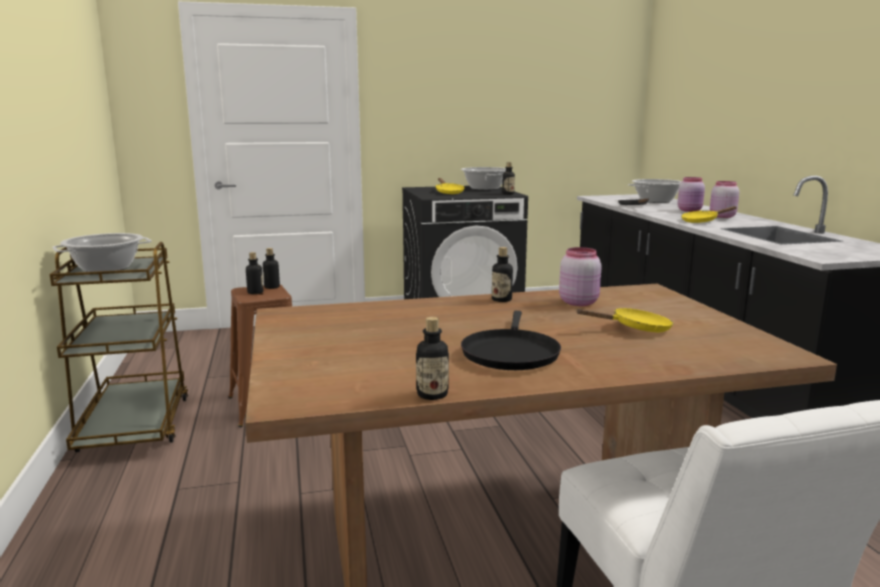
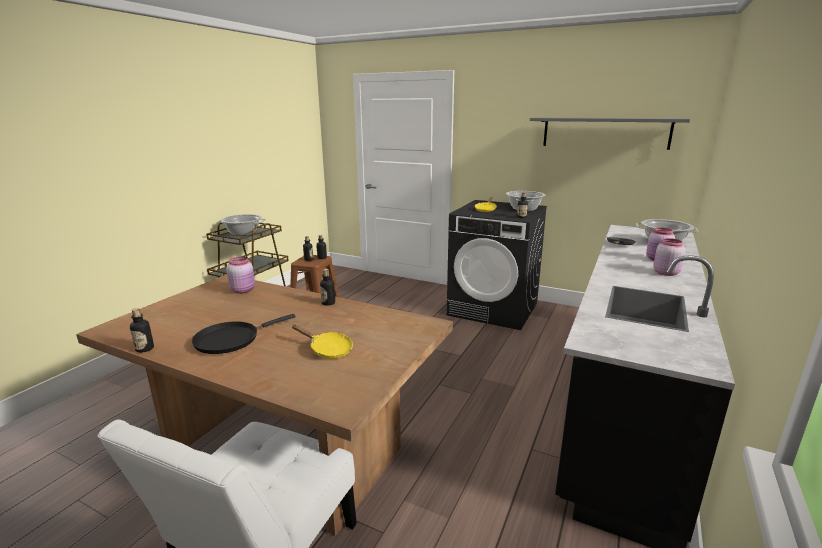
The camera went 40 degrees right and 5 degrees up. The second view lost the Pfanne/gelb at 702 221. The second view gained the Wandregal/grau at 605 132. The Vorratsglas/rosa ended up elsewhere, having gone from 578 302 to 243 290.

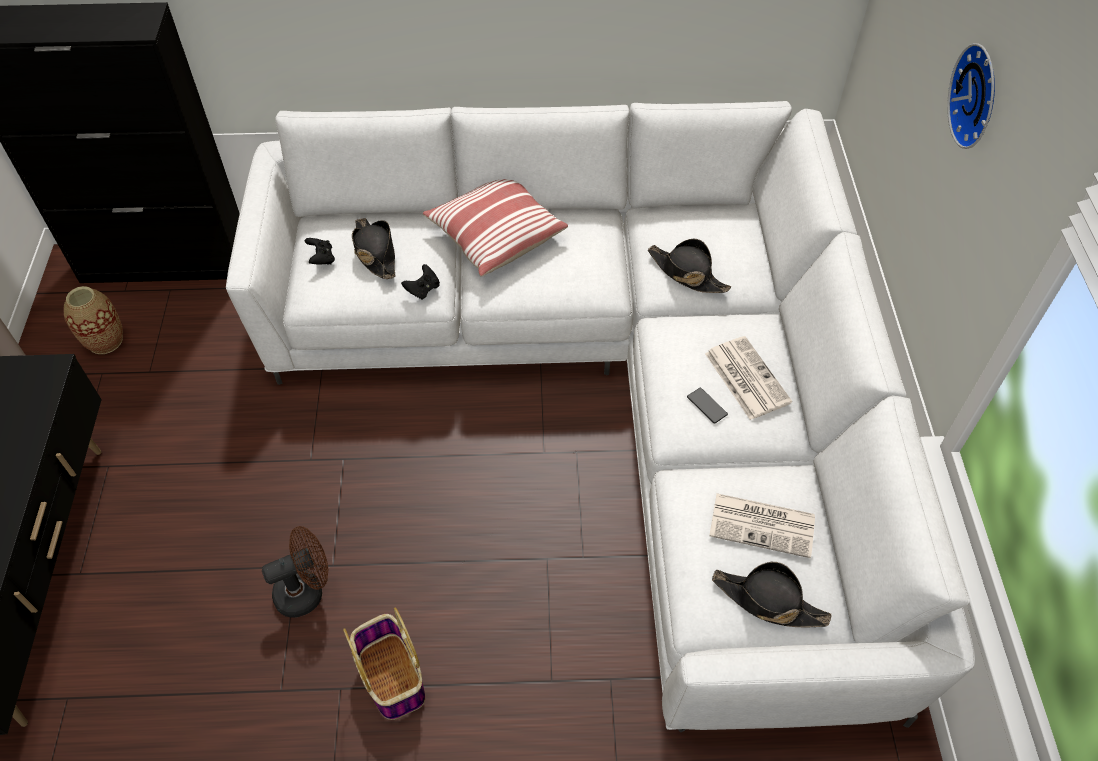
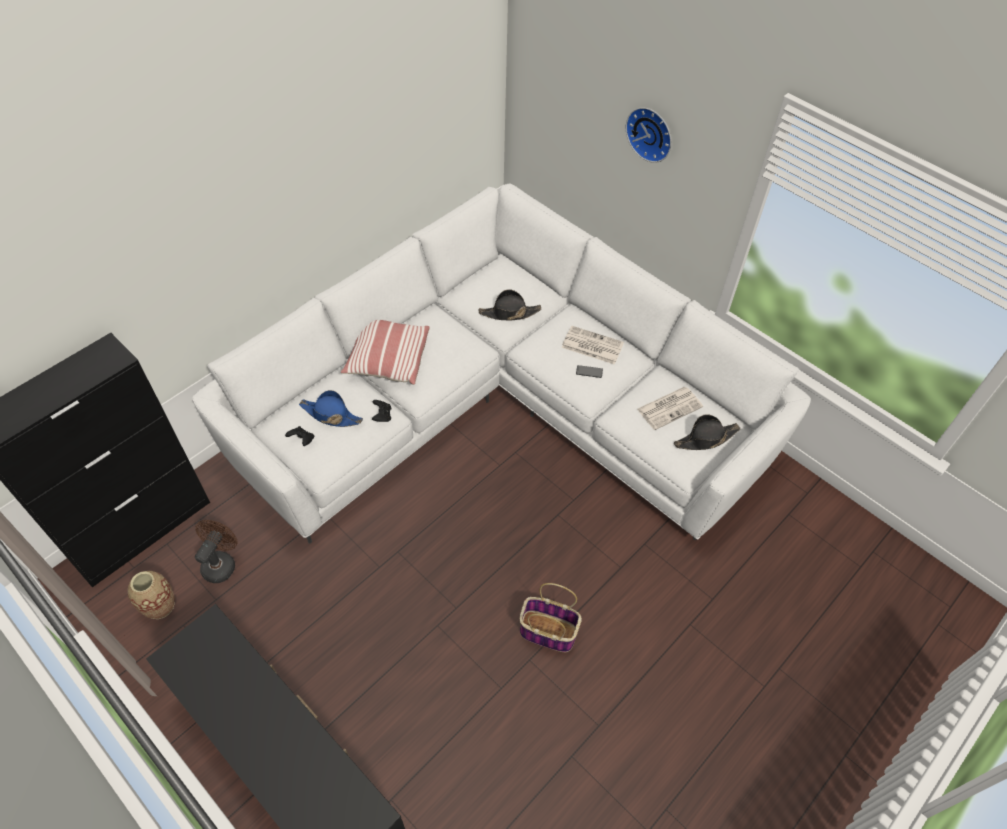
The camera went 45 degrees left and 0 degrees up. The Ventilator/braun ended up elsewhere, having gone from 306 591 to 221 563. What was the Hut/schwarz at 375 253 turned into the Hut/blau at 331 415.

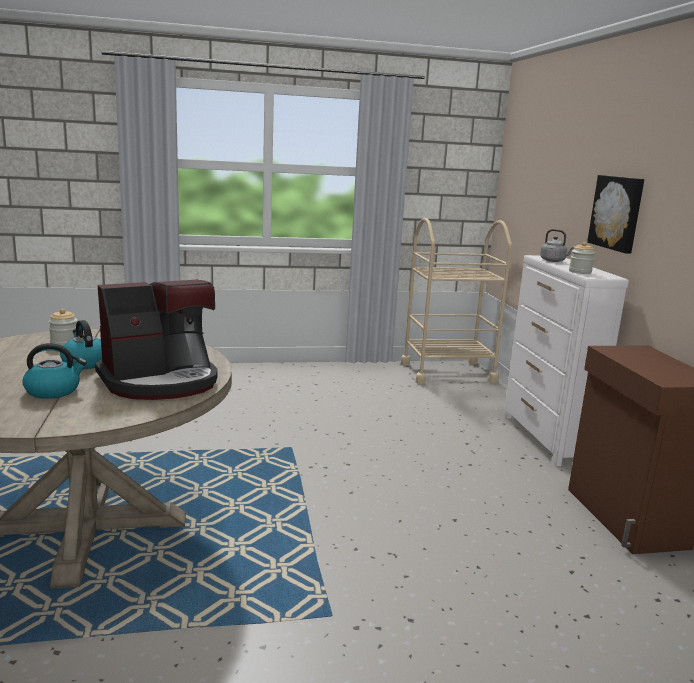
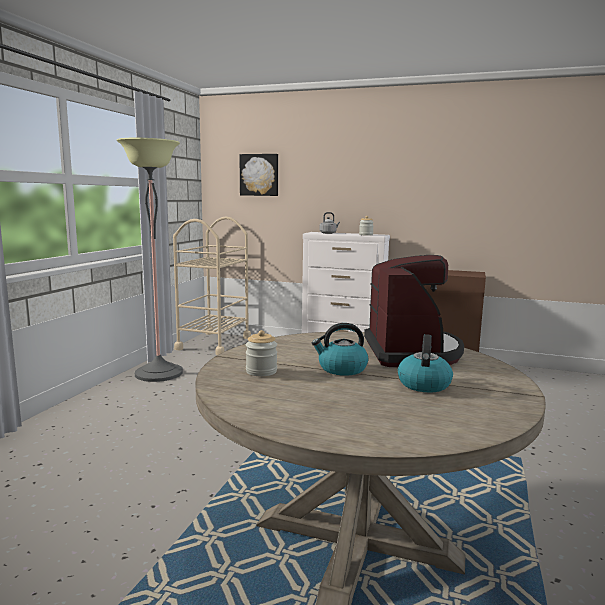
The camera went 60 degrees left and 5 degrees down. The second view gained the Stehlampe at 159 373. The Bild ended up elsewhere, having gone from 617 213 to 259 175.

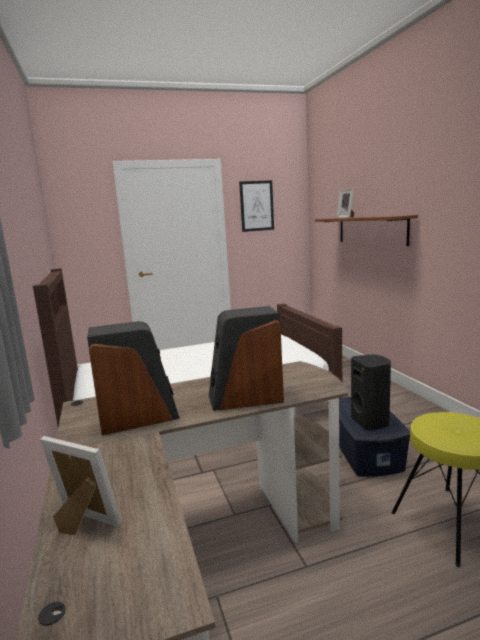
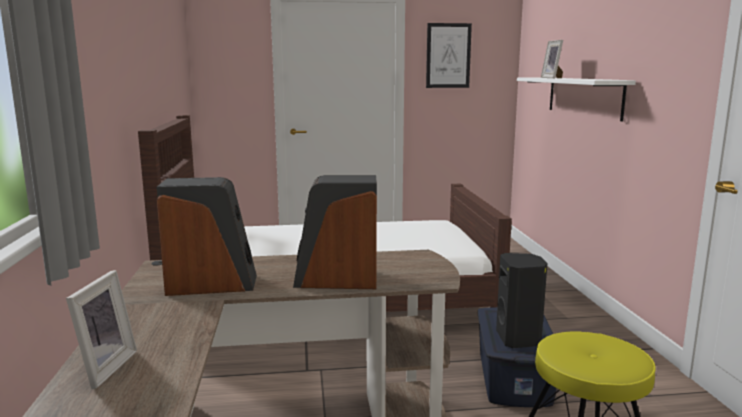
The camera went 10 degrees right and 0 degrees up. What was the Wandregal/braun at 371 230 turned into the Wandregal/weiß at 583 96. The Bilderrahmen at 82 525 ended up facing another way, 60 degrees clockwise from before.

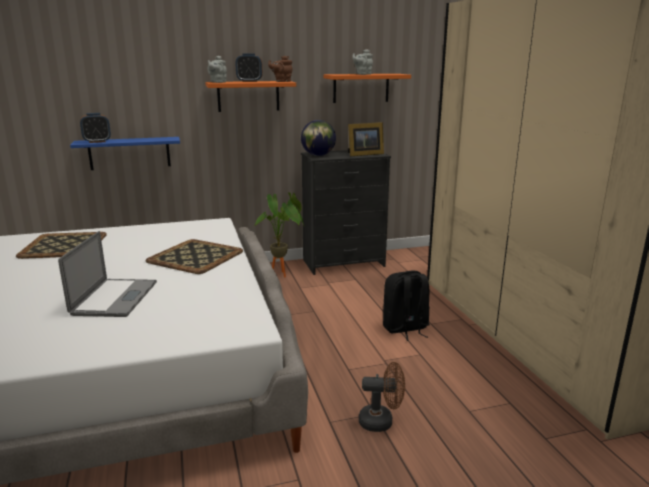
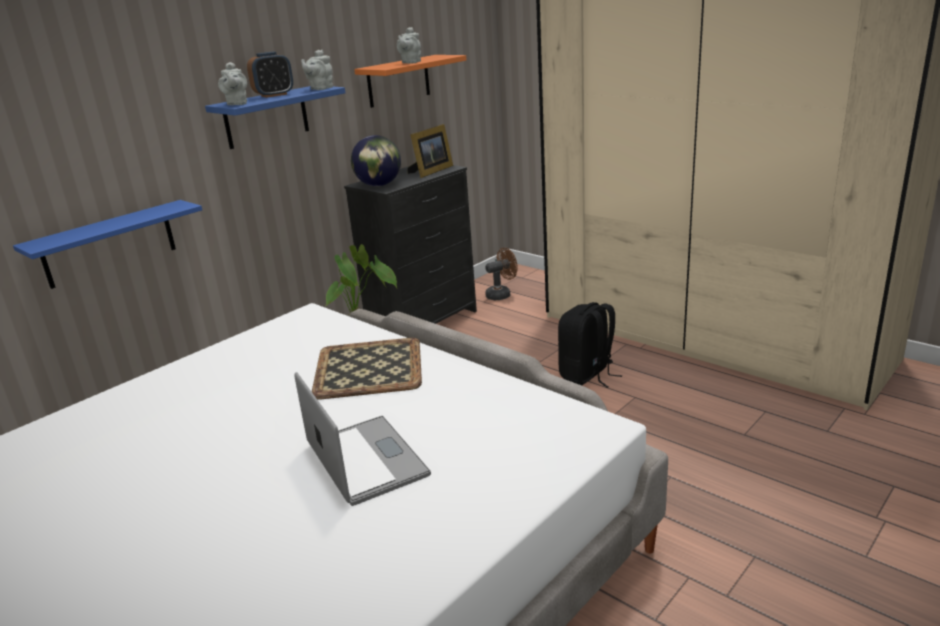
The camera went 30 degrees left and 5 degrees up. The second view lost the Tablett at 64 246. The second view lost the Wecker at 97 141. The Ventilator/braun ended up elsewhere, having gone from 381 421 to 501 294. What was the Wandregal/orange at 248 96 turned into the Wandregal/blau at 266 117. What was the Teekanne/braun at 282 81 turned into the Teekanne/grau at 320 88.

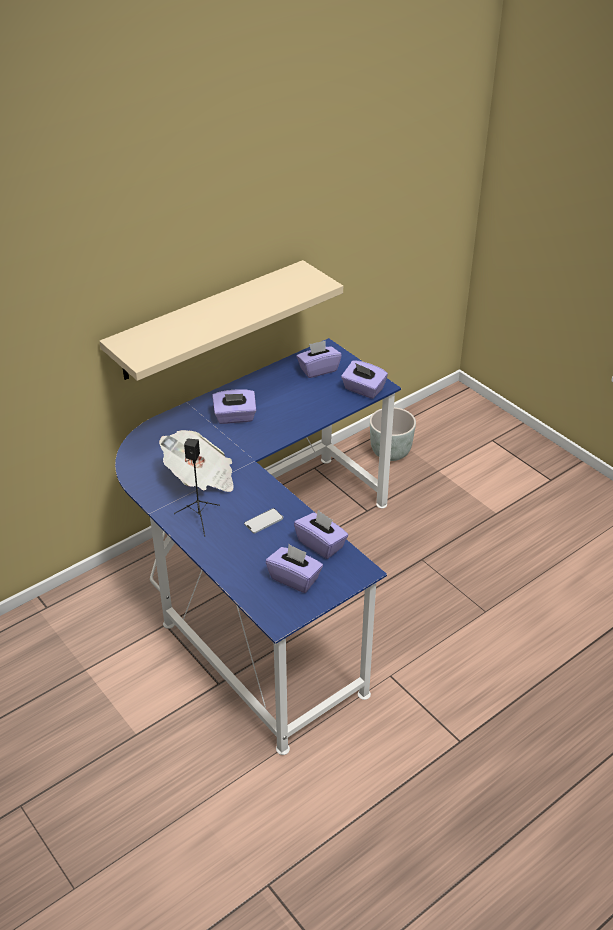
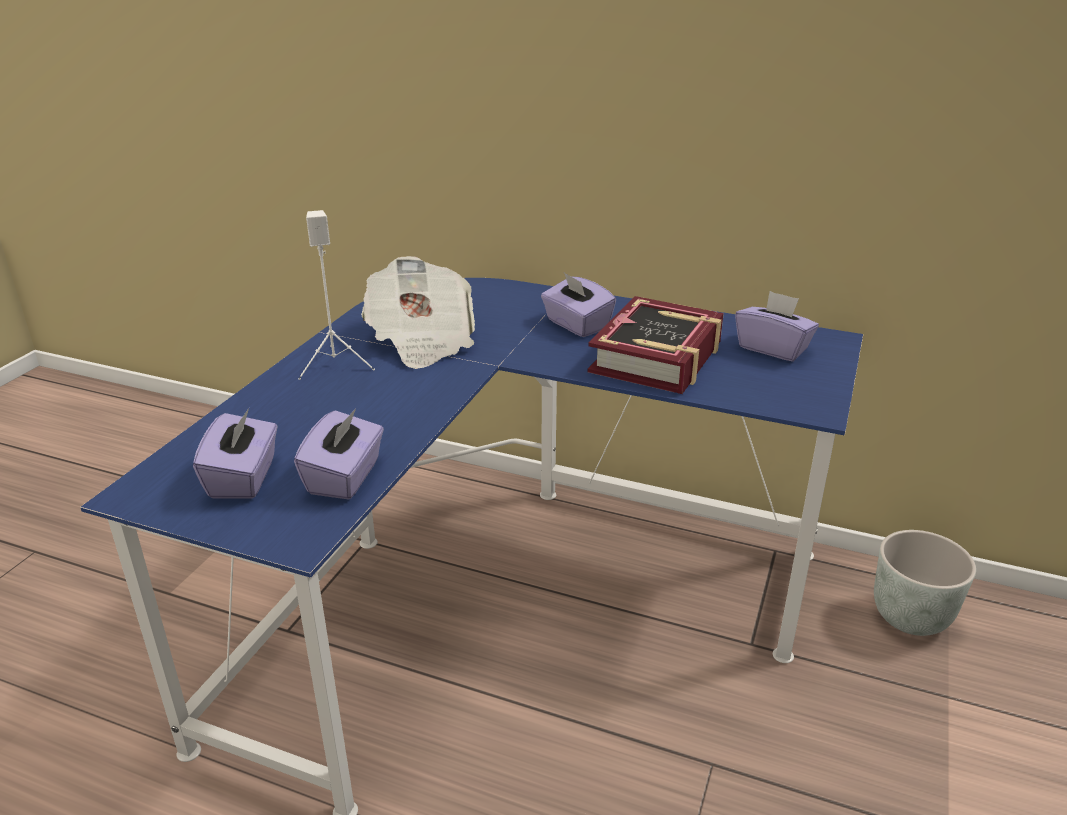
The camera went 60 degrees right and 10 degrees down. The second view lost the Wandregal/beige at 208 320. The second view lost the Handy at 263 521. The second view lost the Taschentuchbox/lila at 363 389. The second view gained the Buch at 657 357. What was the Lautsprecher/schwarz at 199 517 turned into the Lautsprecher/weiß at 336 364.

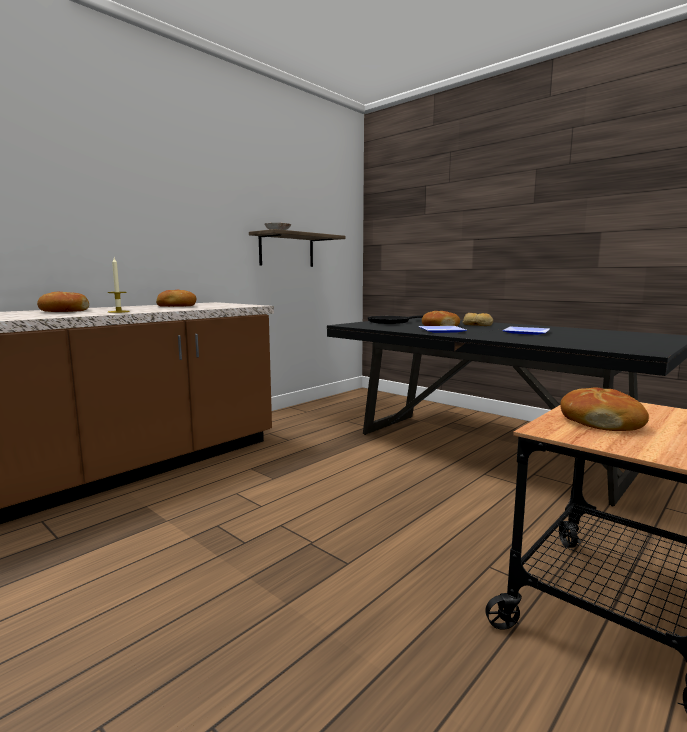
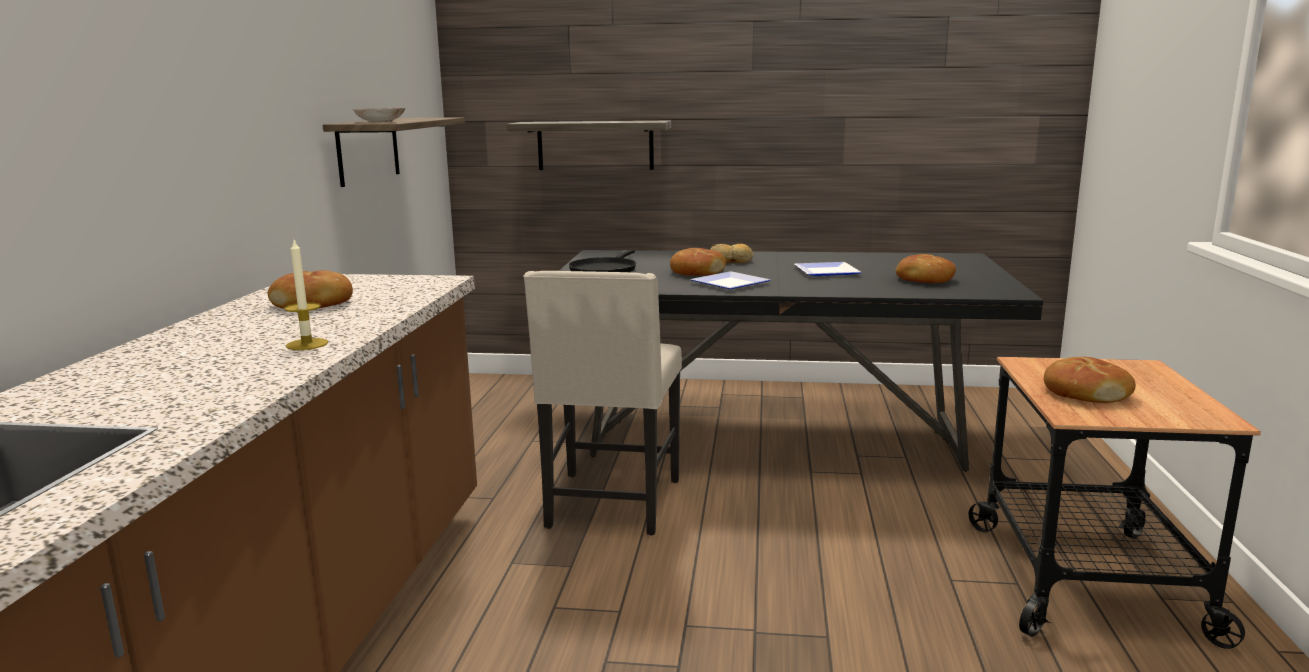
The camera went 35 degrees left and 5 degrees up. The second view gained the Wandregal at 595 145. The second view gained the Stuhl/beige at 611 505. The Brot ended up elsewhere, having gone from 64 311 to 924 279.

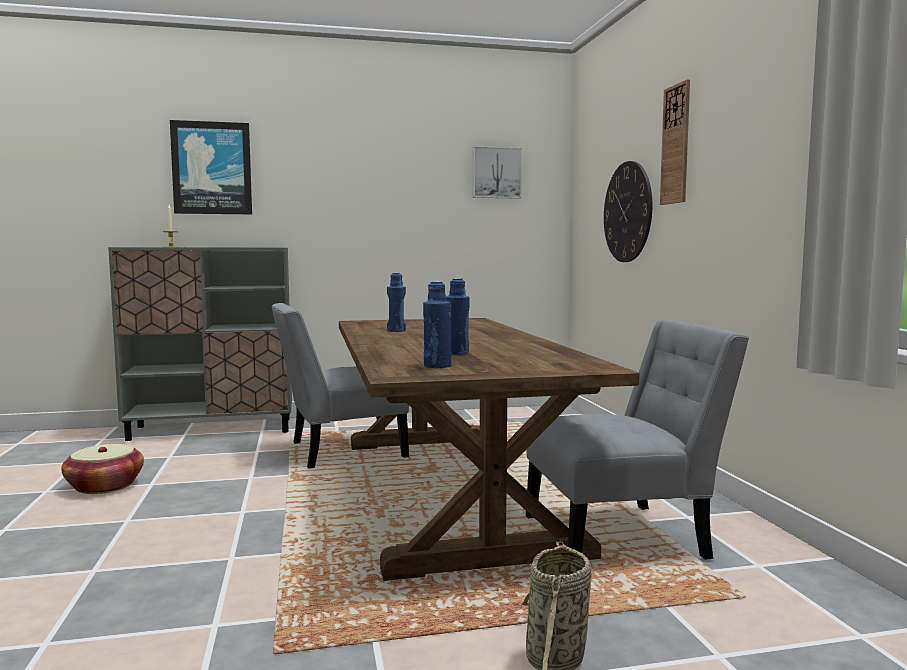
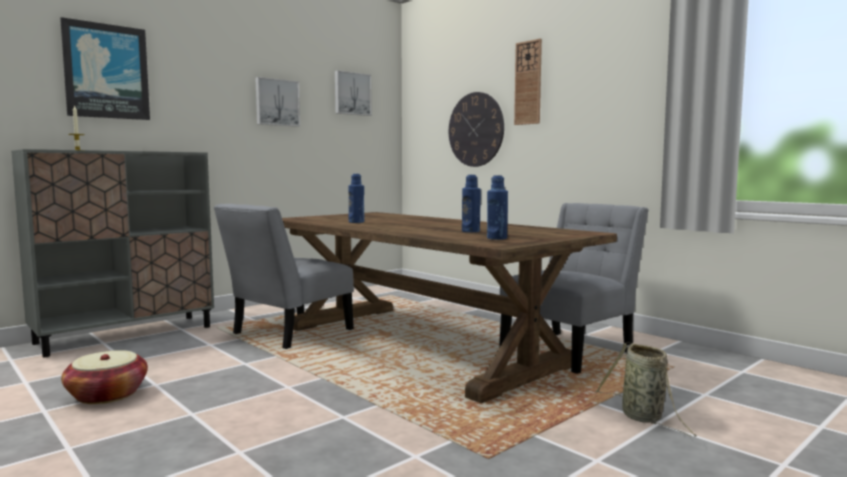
The camera went 30 degrees left and 0 degrees up. The second view gained the Bild at 277 102.

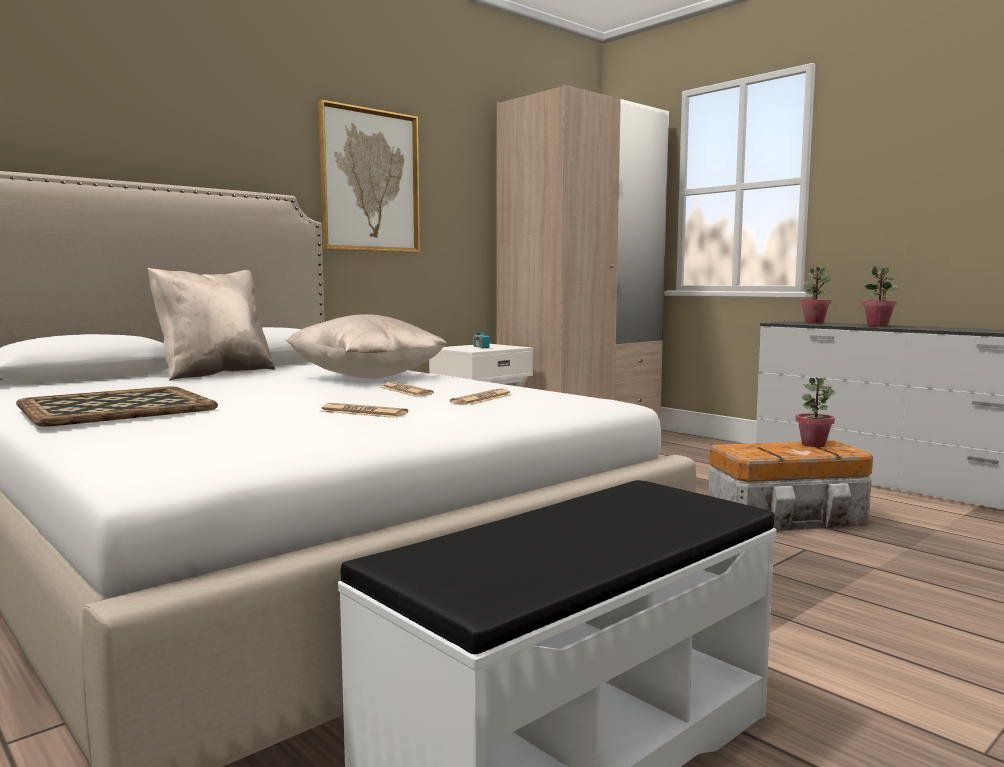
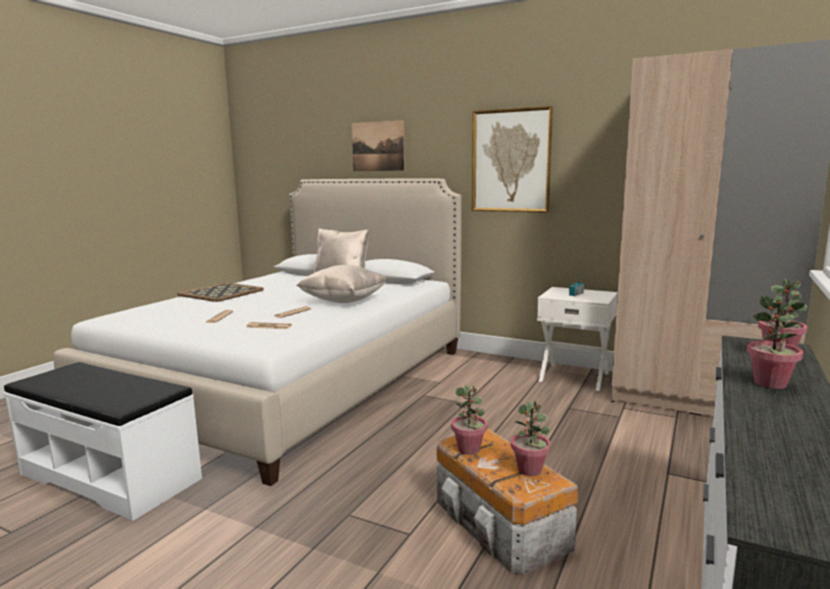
The camera went 70 degrees right and 5 degrees up. The second view gained the Bild at 378 146. The second view gained the Topfpflanze at 469 449.

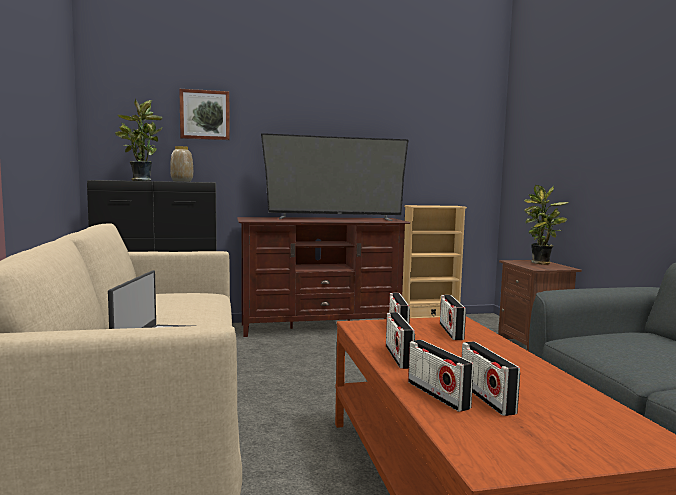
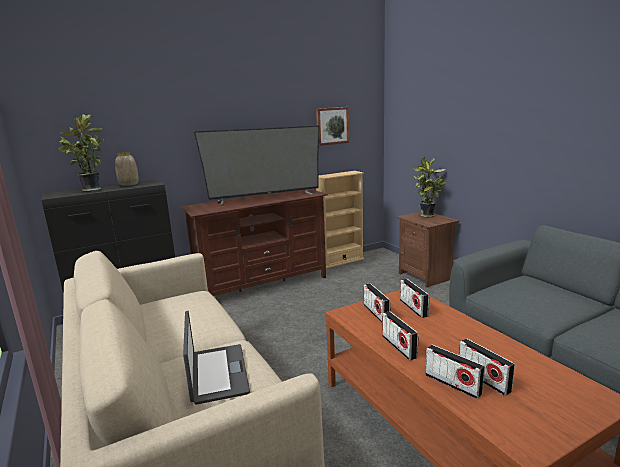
The camera went 15 degrees left and 10 degrees up. The Bild ended up elsewhere, having gone from 205 115 to 332 126.

